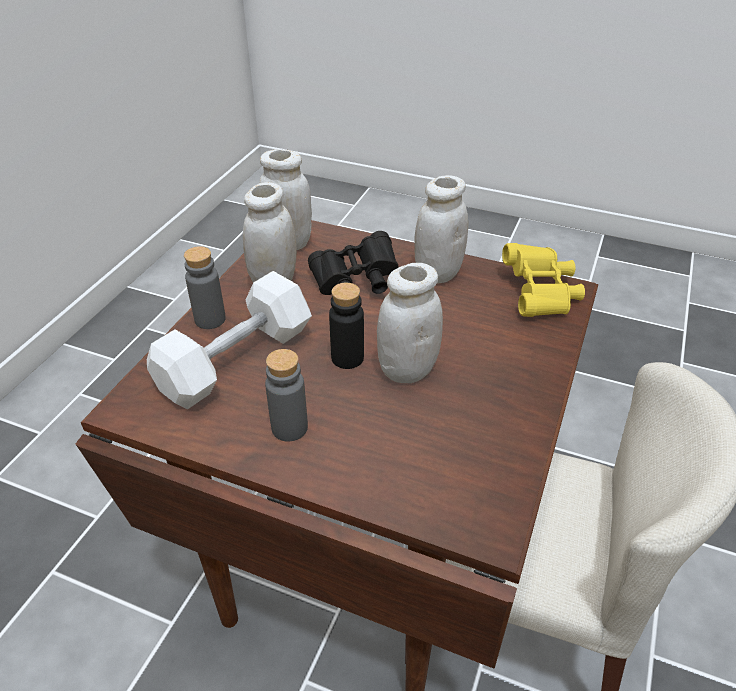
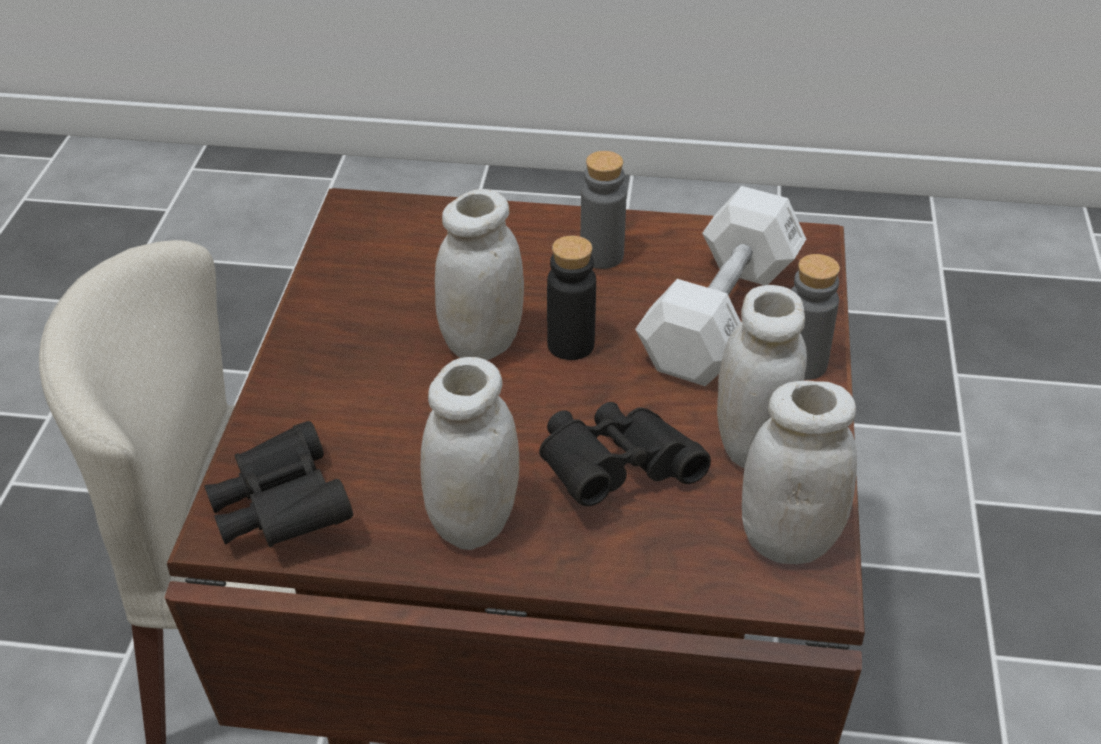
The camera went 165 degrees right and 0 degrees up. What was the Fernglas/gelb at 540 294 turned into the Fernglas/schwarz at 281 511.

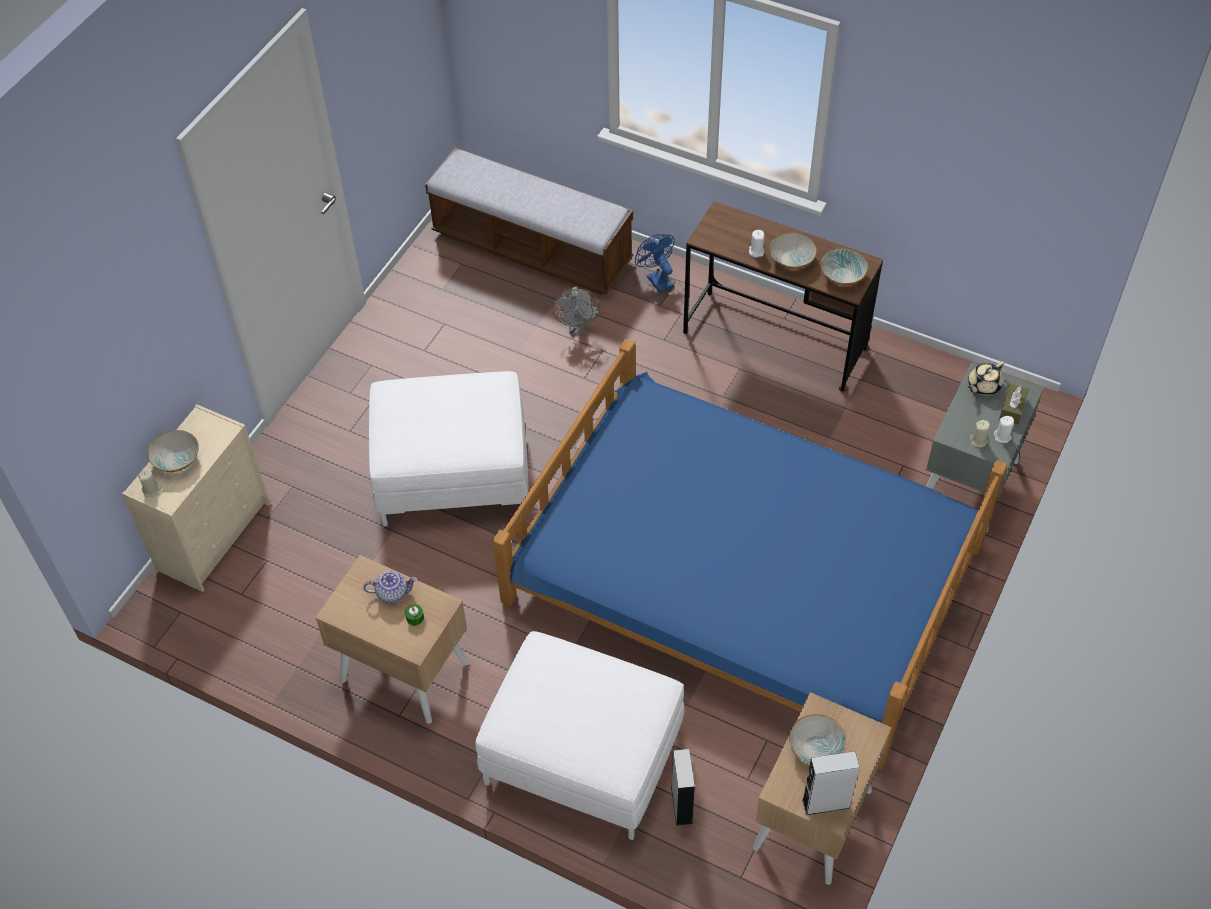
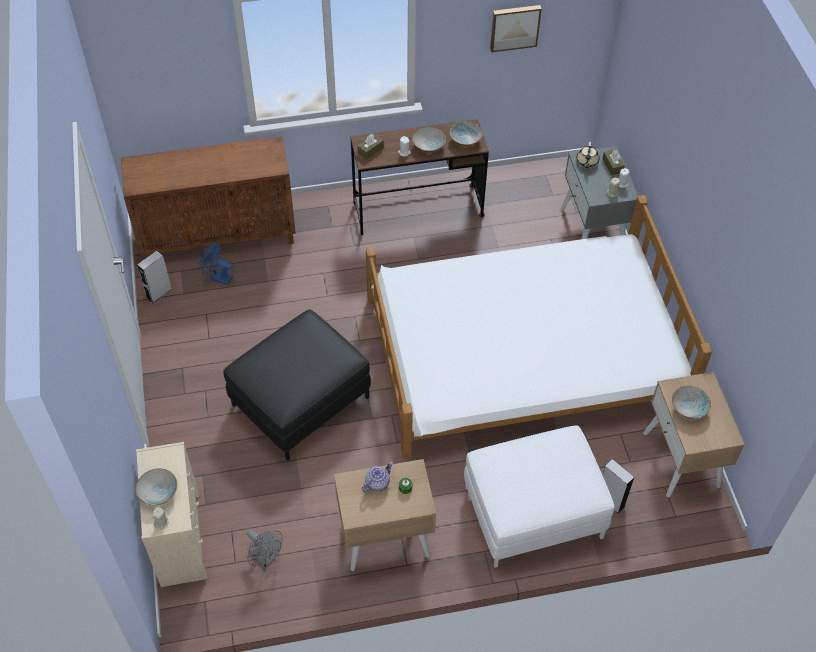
The camera went 40 degrees left and 0 degrees up. The second view gained the Taschentuchbox/braun at 370 150. The second view gained the Bild at 514 27. The Ventilator/grau ended up elsewhere, having gone from 577 328 to 265 558. The Ventilator/blau ended up elsewhere, having gone from 656 279 to 217 277. The Lautsprecher/grau ended up elsewhere, having gone from 825 803 to 159 293. Where the Bank stood at 532 248, the Schrank/braun came to stand at 219 236. What was the Polsterhocker/weiß at 453 473 turned into the Polsterhocker/schwarz at 300 401. What was the Bett/blau at 741 573 turned into the Bett/weiß at 522 352.

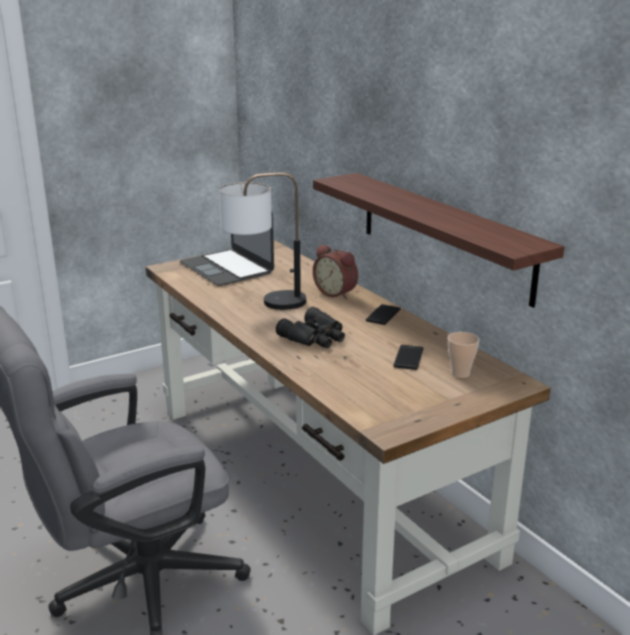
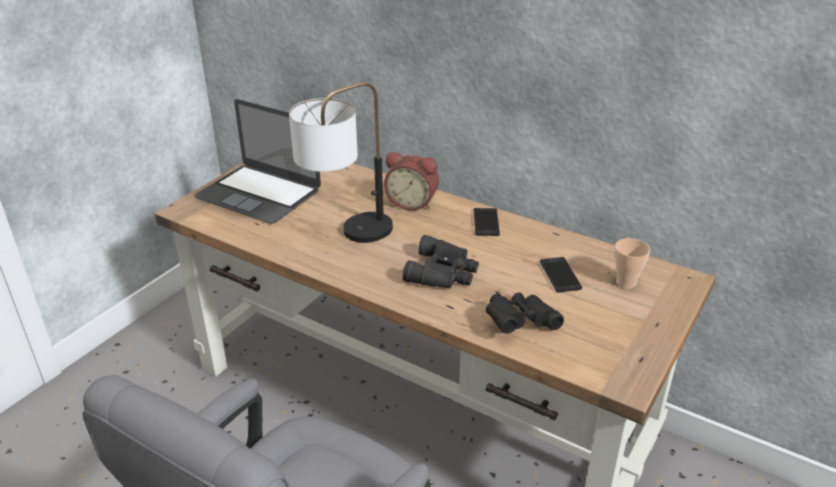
The camera went 25 degrees left and 10 degrees up. The second view lost the Wandregal at 443 235. The second view gained the Fernglas/schwarz at 519 323.

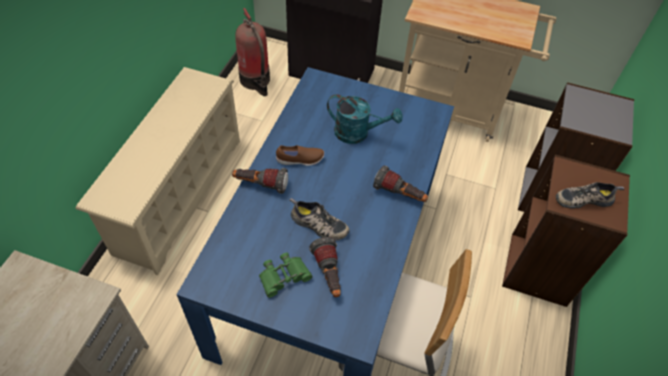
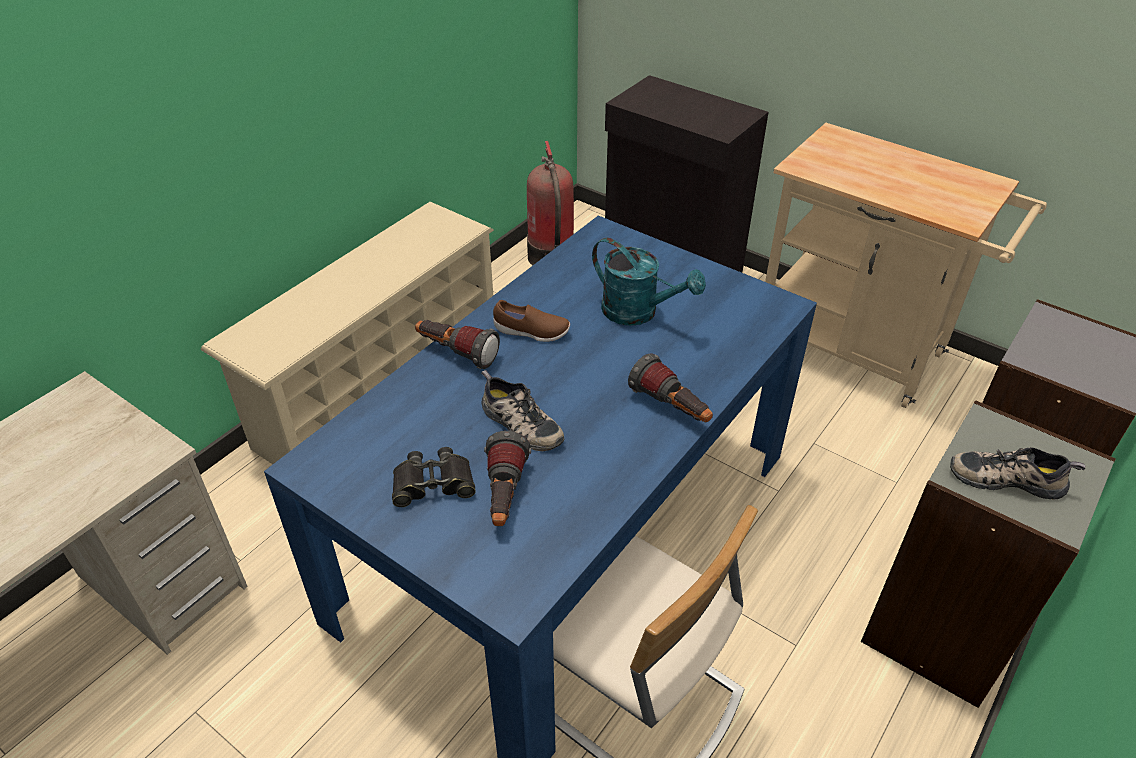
The camera went 20 degrees right and 10 degrees down. What was the Fernglas/grün at 284 276 turned into the Fernglas/schwarz at 433 483. What was the Bücherregal/braun at 539 269 turned into the Bücherregal/grau at 941 631.

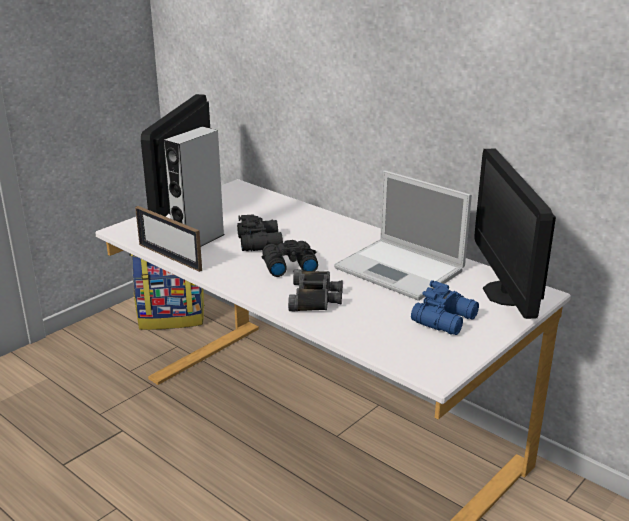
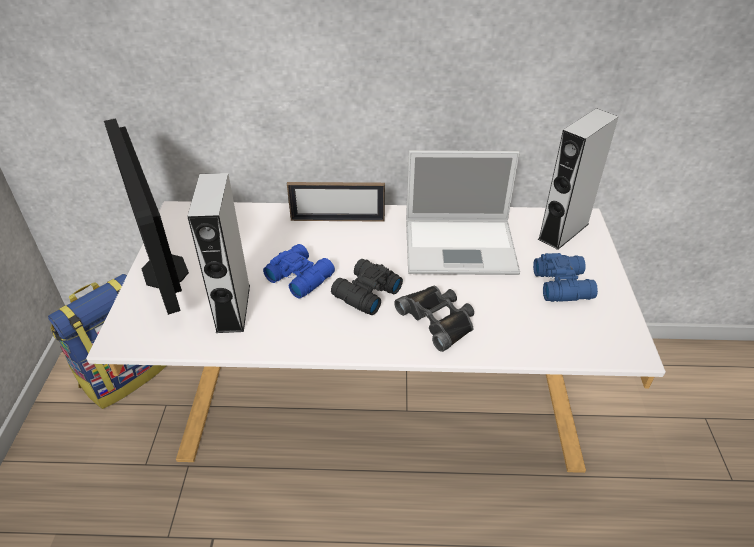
The camera went 40 degrees left and 15 degrees up. The Bilderrahmen ended up elsewhere, having gone from 169 257 to 337 220. Where the Monitor stood at 505 293, the Lautsprecher/grau came to stand at 563 231. What was the Fernglas/schwarz at 261 242 turned into the Fernglas/blau at 300 276.

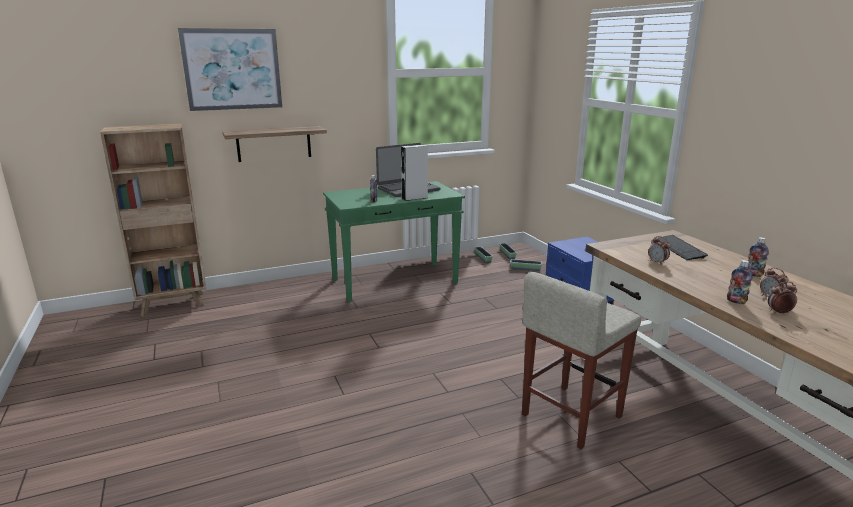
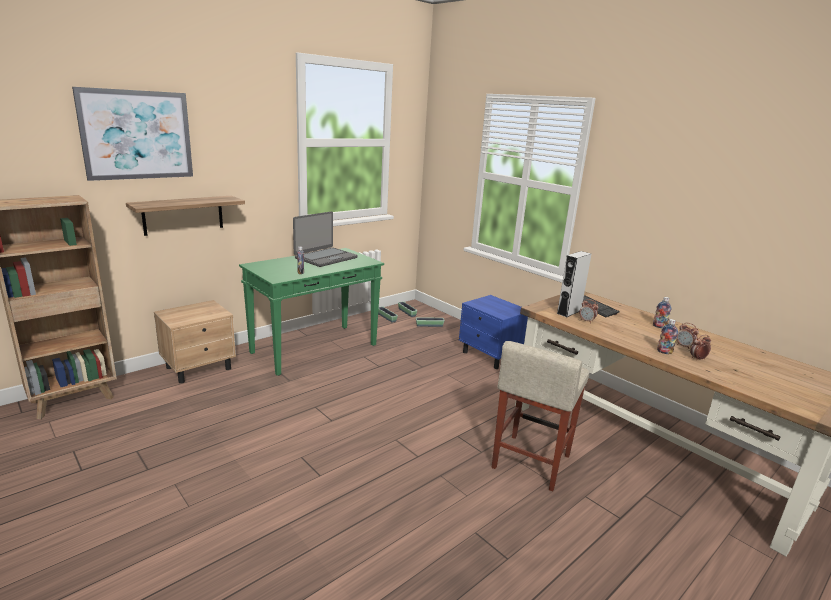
The camera went 20 degrees left and 0 degrees up. The second view gained the Nachttisch/beige at 200 368. The Lautsprecher/grau ended up elsewhere, having gone from 414 198 to 569 312.

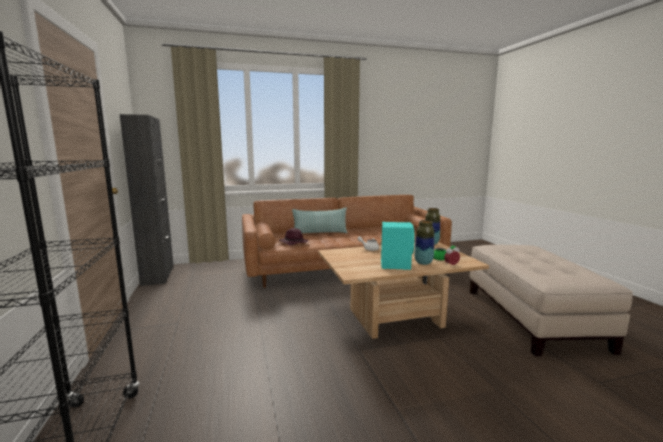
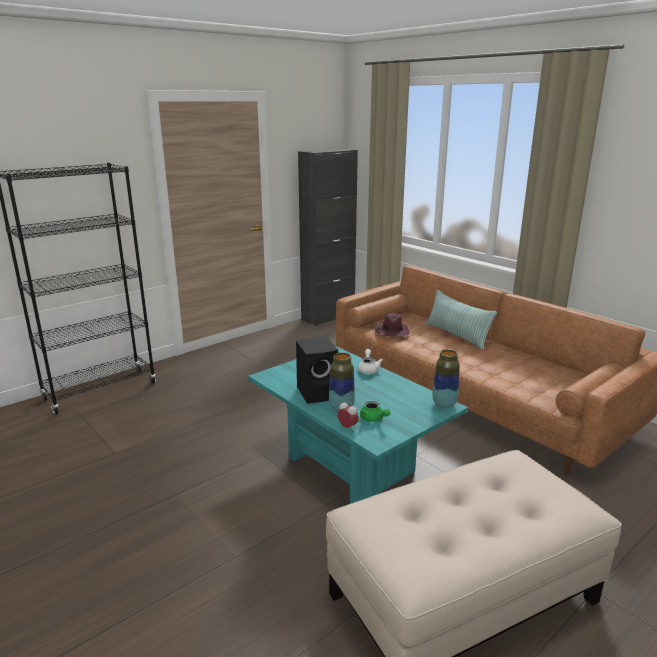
The camera went 65 degrees right and 10 degrees up. What was the Couchtisch/beige at 395 318 turned into the Couchtisch/türkis at 350 465. What was the Lautsprecher/türkis at 395 264 turned into the Lautsprecher/schwarz at 318 393.

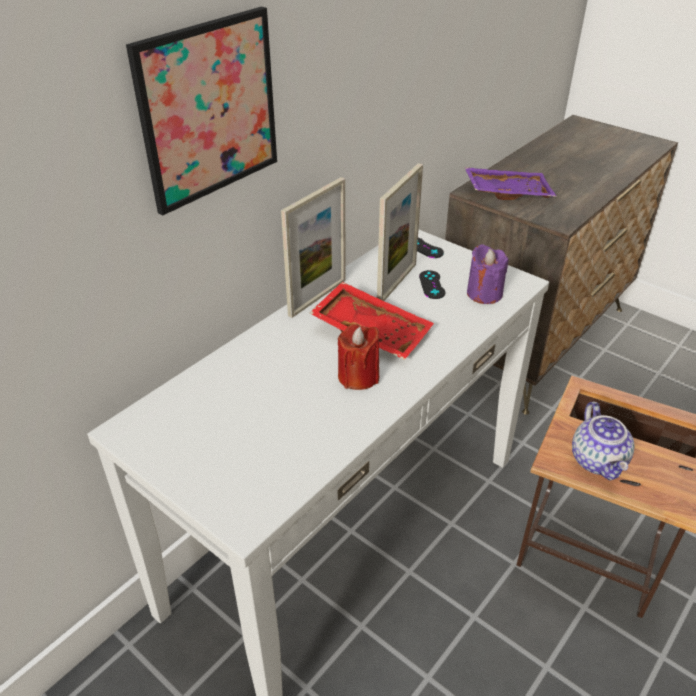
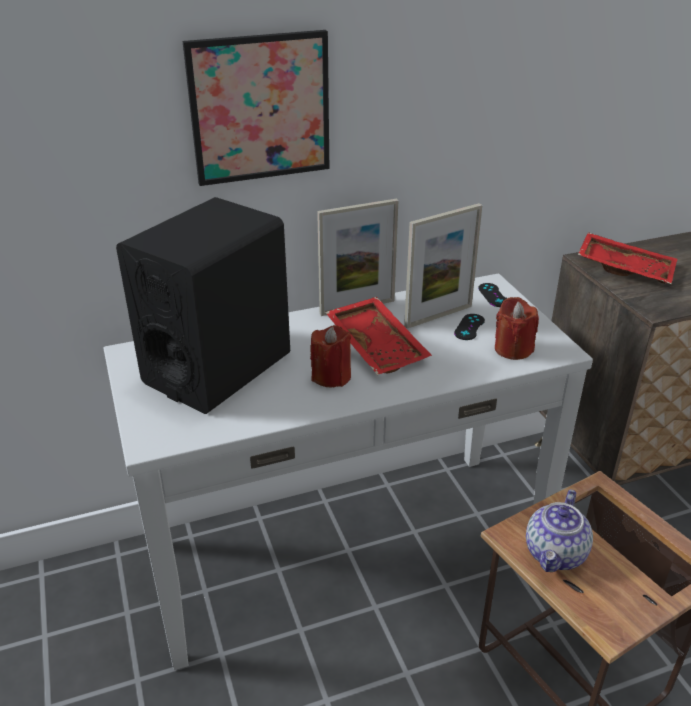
The camera went 30 degrees right and 5 degrees down. The second view gained the Lautsprecher/schwarz at 218 368. What was the Tablett/lila at 507 192 turned into the Tablett/rot at 625 268. What was the Kerze/lila at 484 293 turned into the Kerze/rot at 513 349.

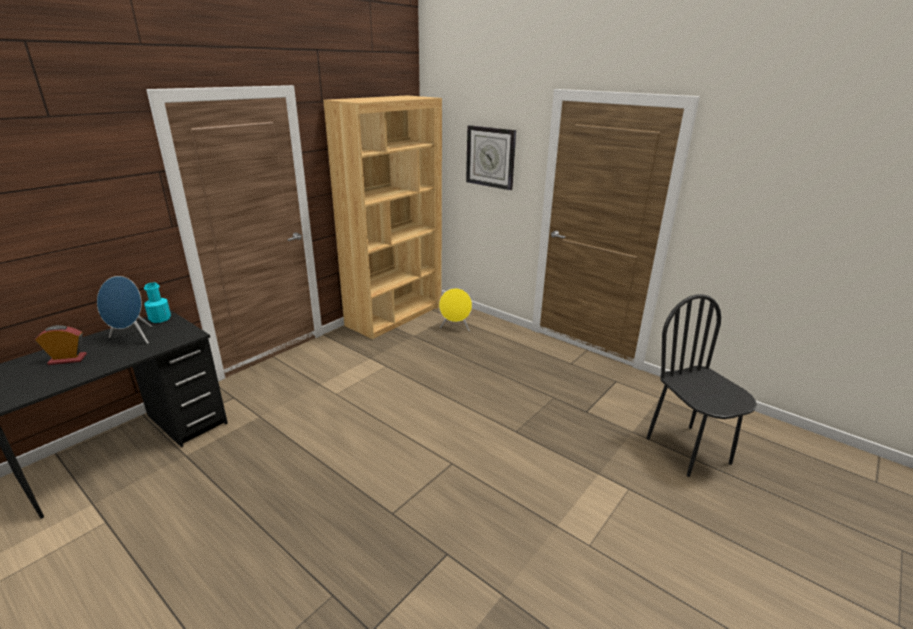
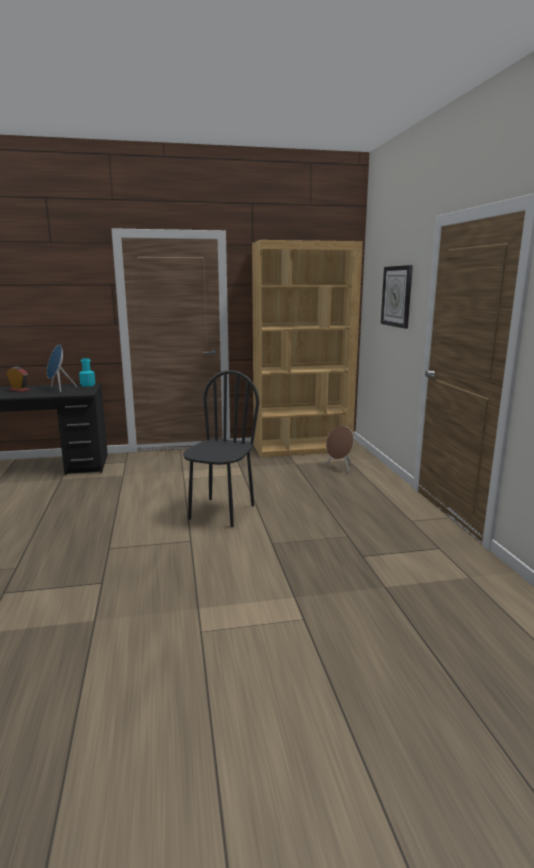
The camera went 40 degrees right and 10 degrees down. The Stuhl/schwarz ended up elsewhere, having gone from 688 450 to 221 512. What was the Lautsprecher/gelb at 455 328 turned into the Lautsprecher/braun at 340 468.

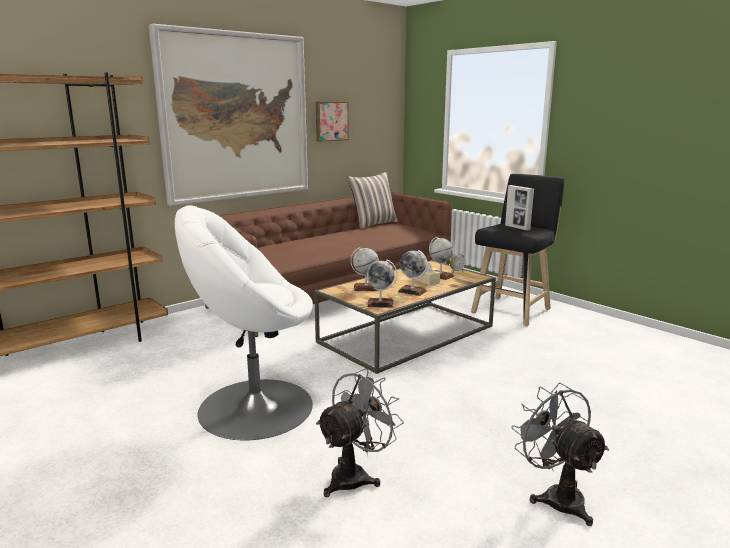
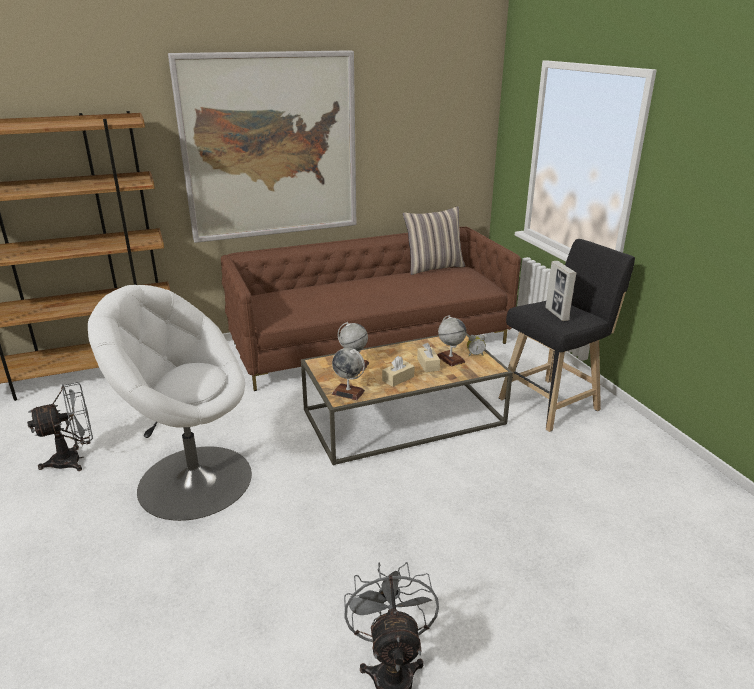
The camera went 20 degrees right and 10 degrees up. The second view lost the Bild at 331 121. The Ventilator/grau ended up elsewhere, having gone from 355 475 to 74 459. Where the Globus stood at 412 291, the Taschentuchbox/beige came to stand at 398 379.

